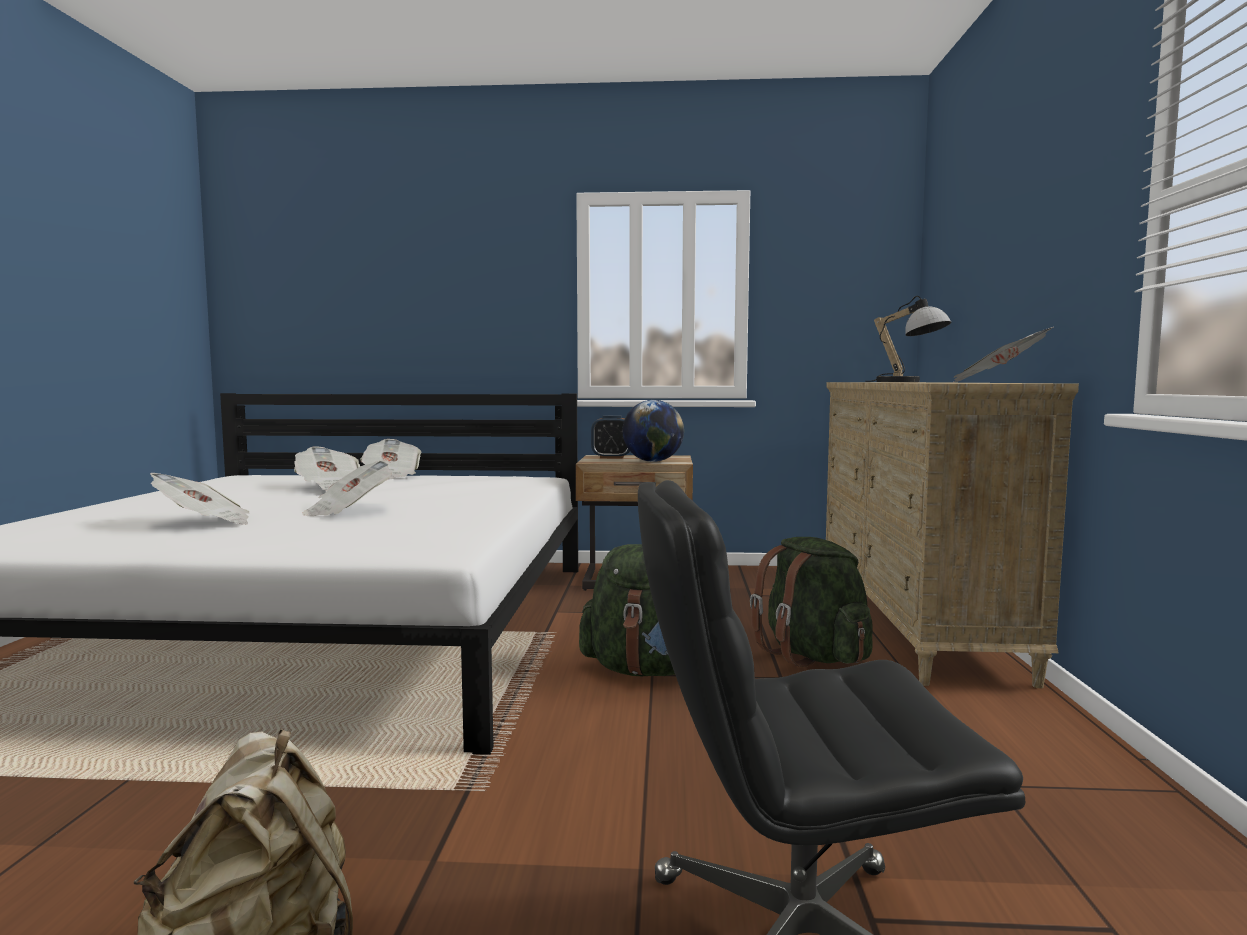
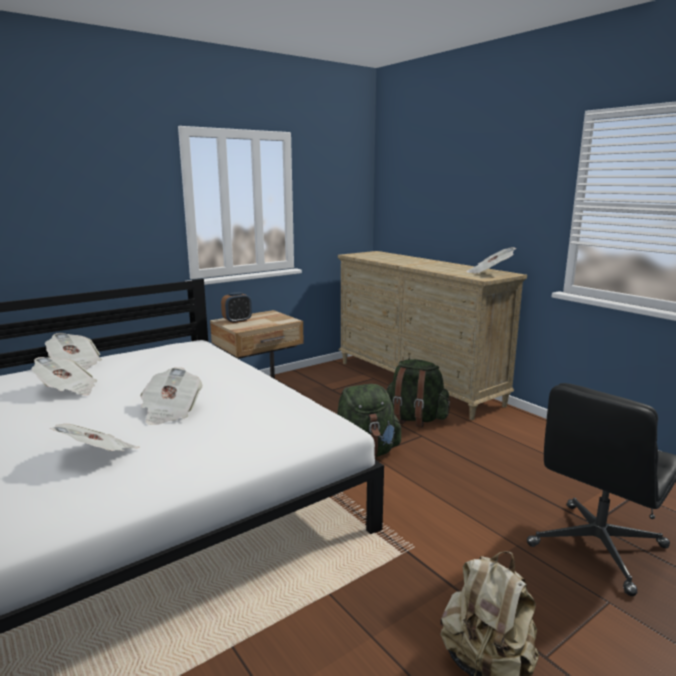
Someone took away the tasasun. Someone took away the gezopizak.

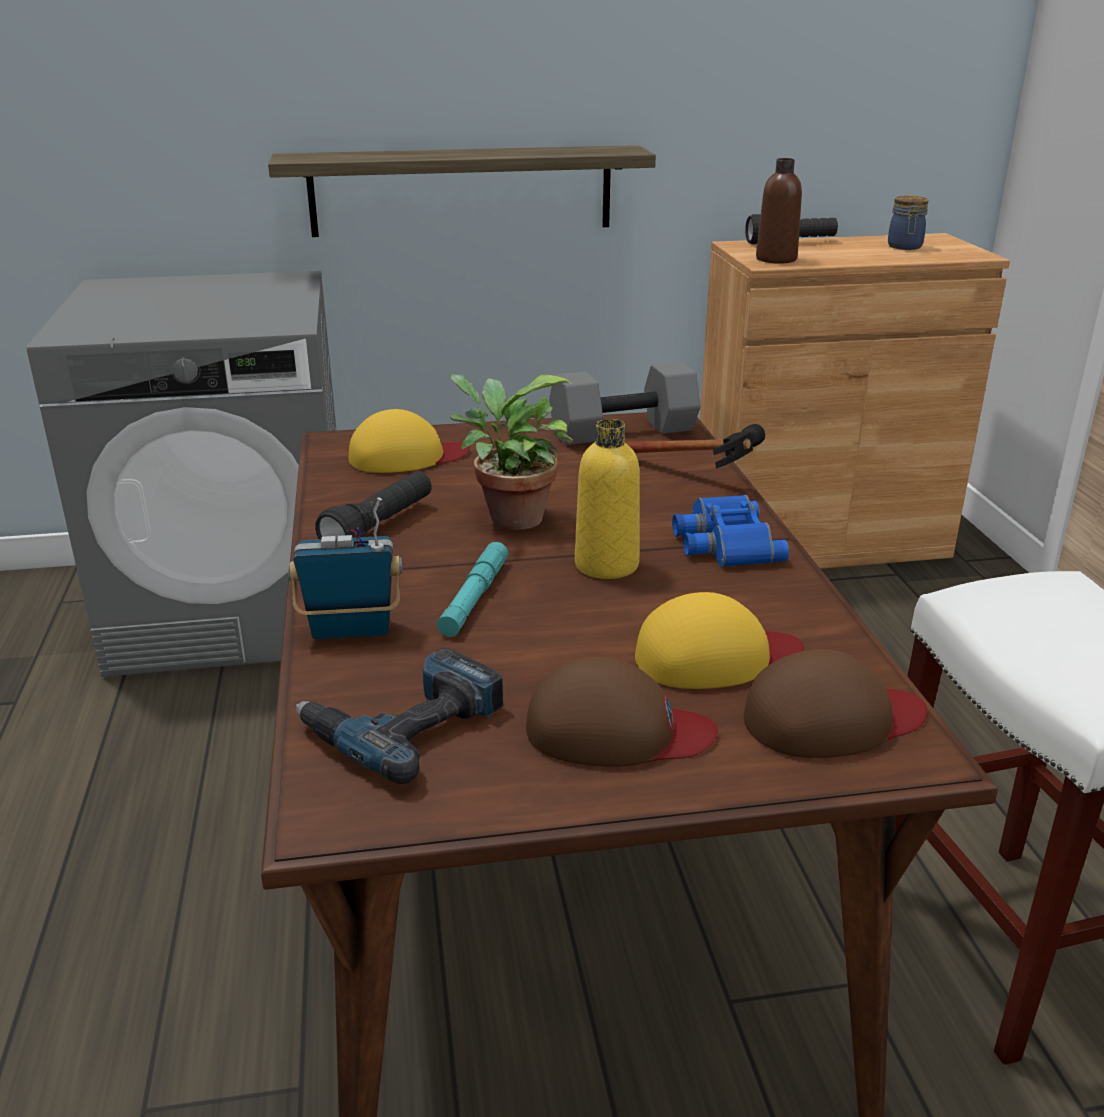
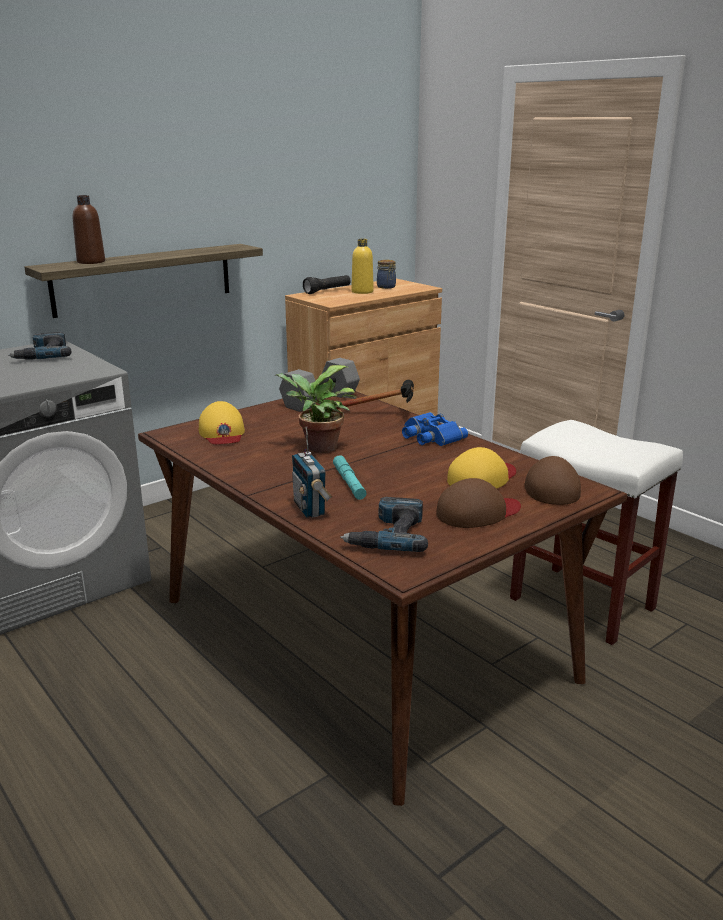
Someone took away the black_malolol (no. 1 from left). Someone put down the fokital (no. 1 from left). Someone carried the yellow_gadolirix. Someone carried the brown_gadolirix. Someone rotated the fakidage by 75 degrees counterclockwise. Someone rotated the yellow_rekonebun (no. 1 from left) by 120 degrees clockwise. Someone rotated the brown_rekonebun (no. 2 from left) by 45 degrees counterclockwise.

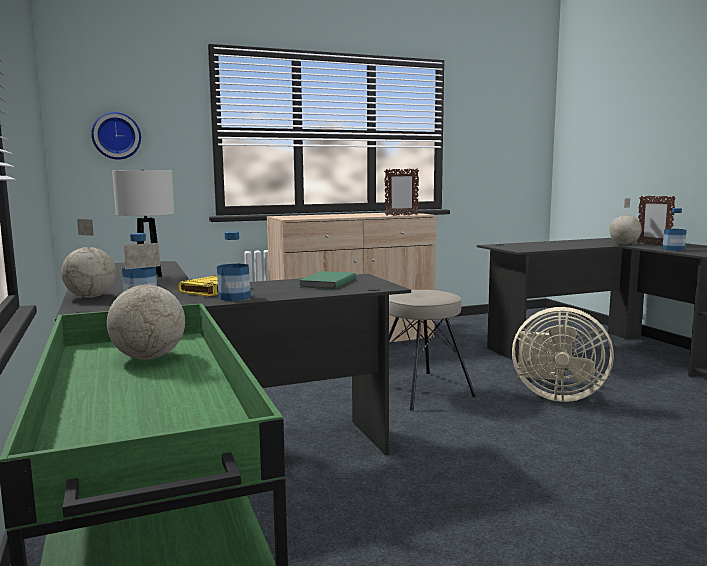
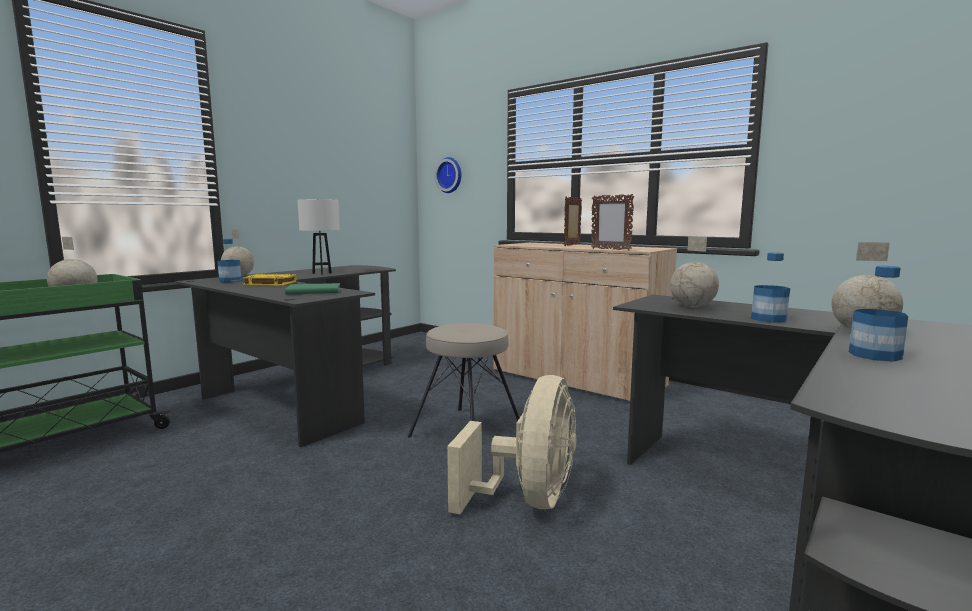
Someone put down the tasasun (no. 3 from left). Someone carried the gadolirix (no. 2 from left). Someone carried the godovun (no. 2 from left in the first image). Someone rotated the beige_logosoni by 150 degrees counterclockwise.

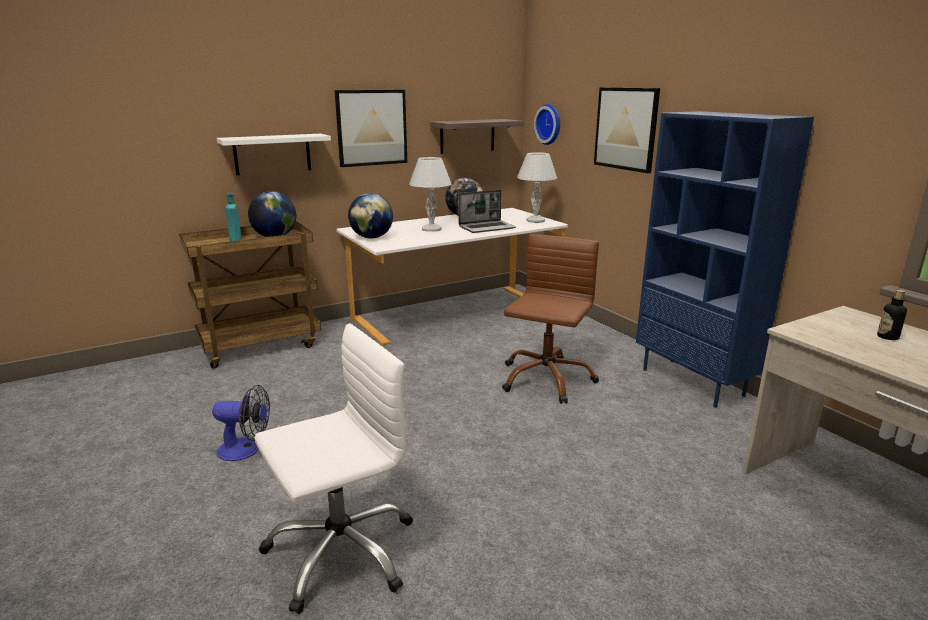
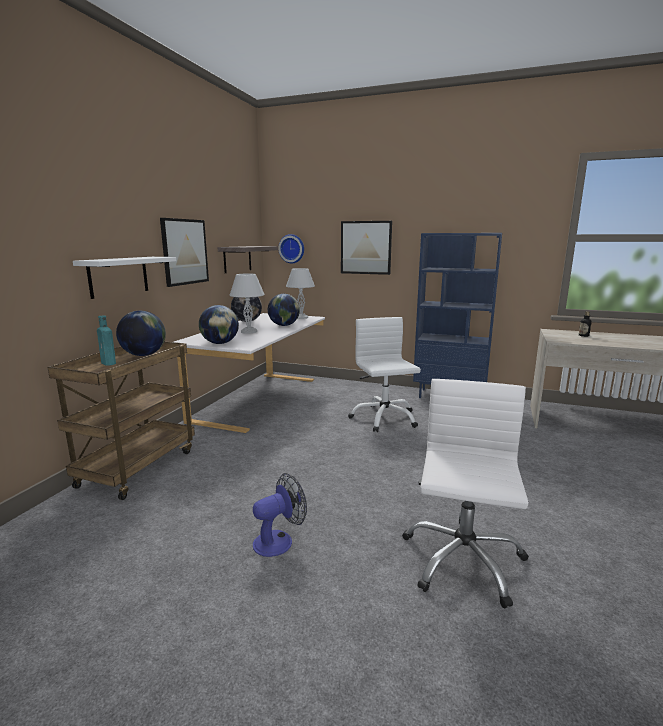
Someone swapped the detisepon for the tasasun (no. 4 from left). Someone repainted the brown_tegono, which became the white_tegono (no. 1 from left).

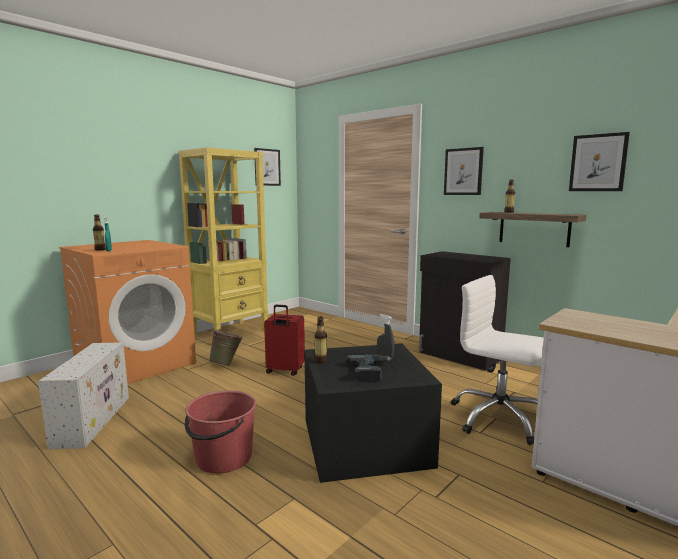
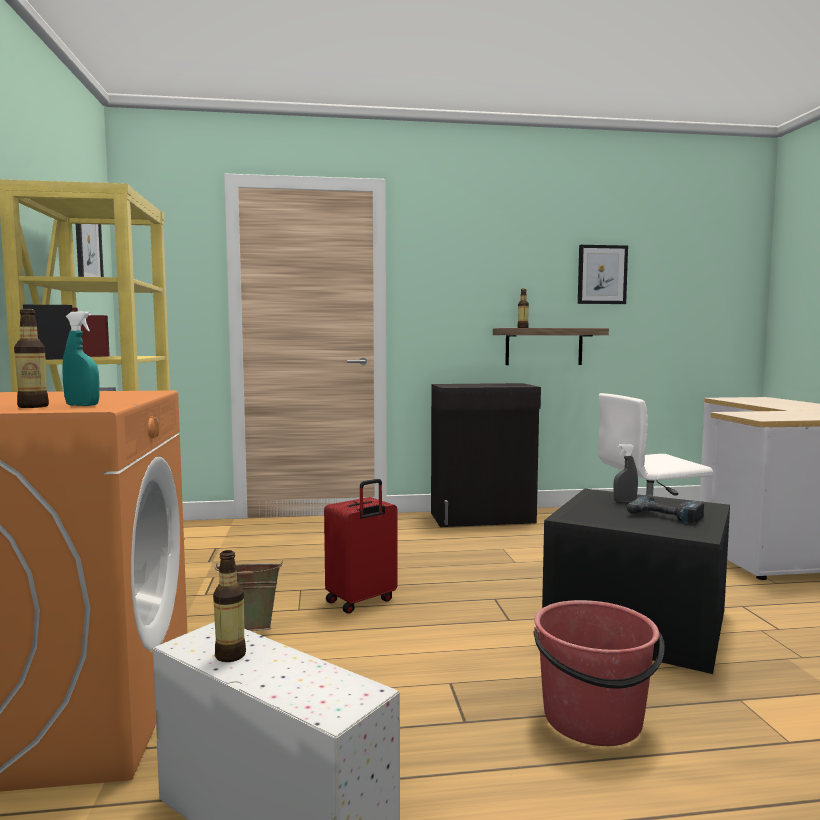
Someone took away the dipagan (no. 2 from left). Someone carried the gadolirix (no. 2 from left).

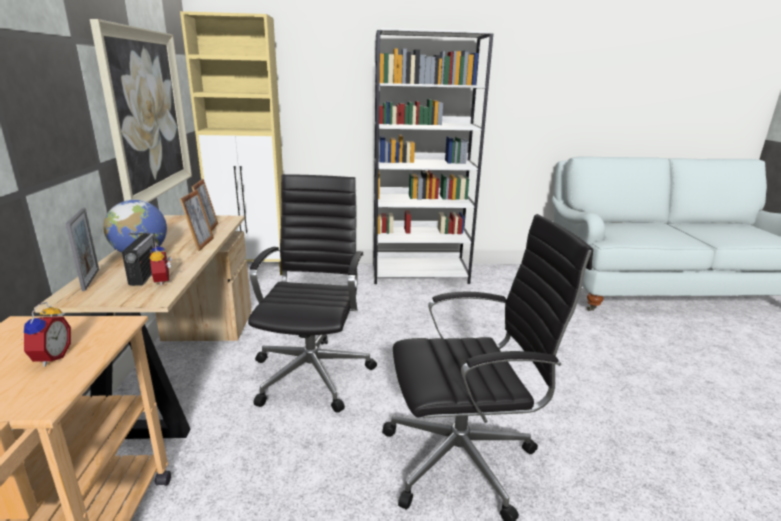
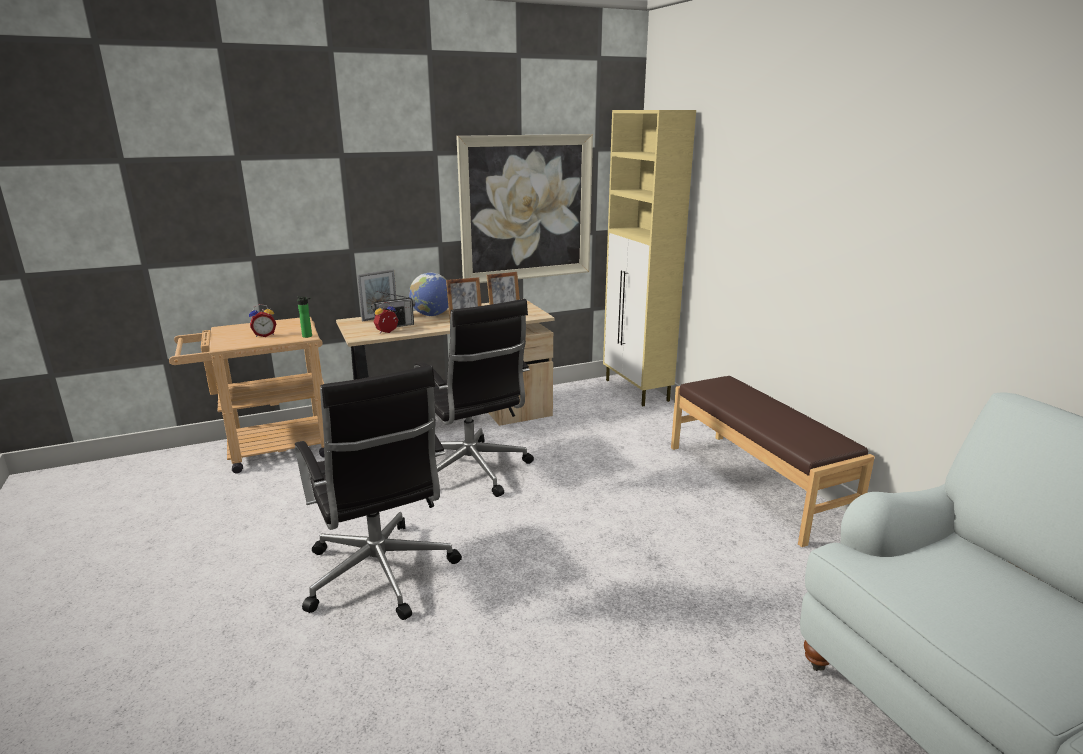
Someone put down the gadolirix. Someone swapped the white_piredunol for the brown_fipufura. Someone rotated the black_tegono (no. 1 from left in the first image) by 75 degrees clockwise.

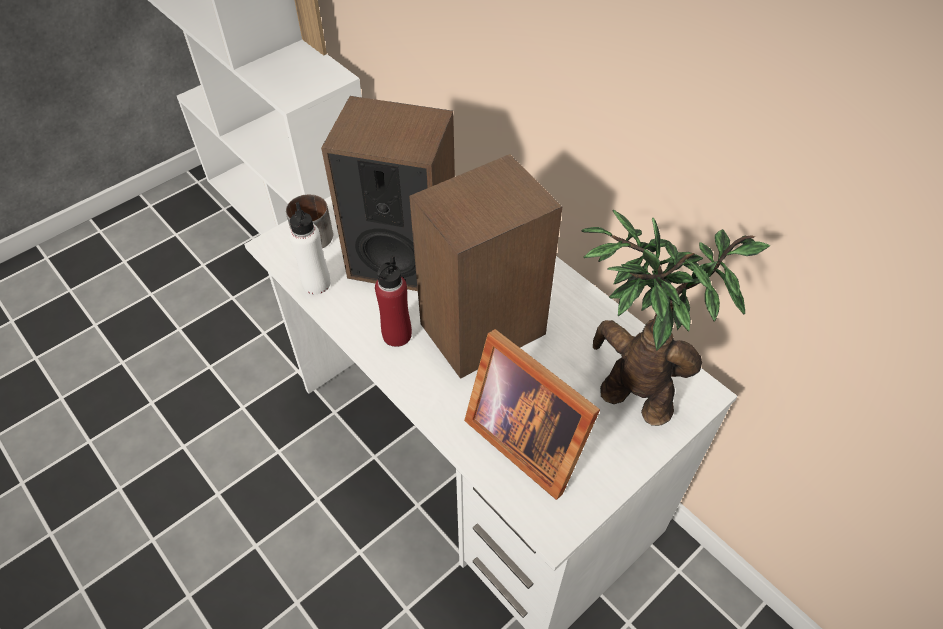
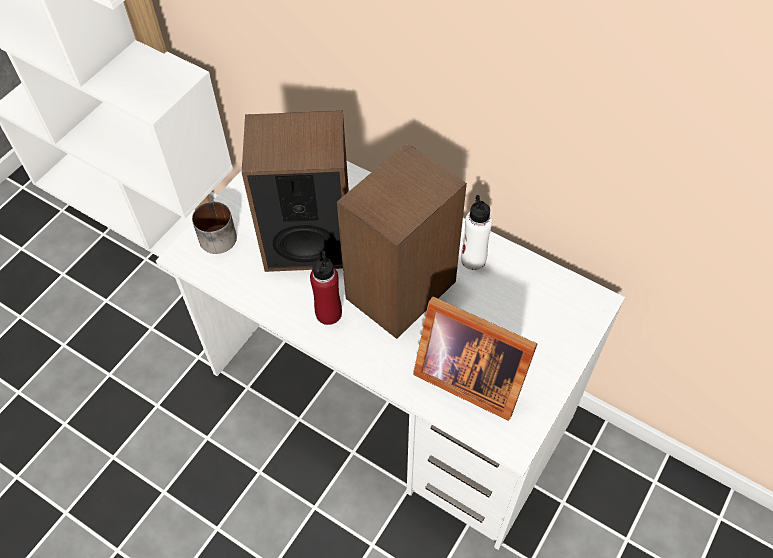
Someone took away the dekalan. Someone carried the white_gadolirix.

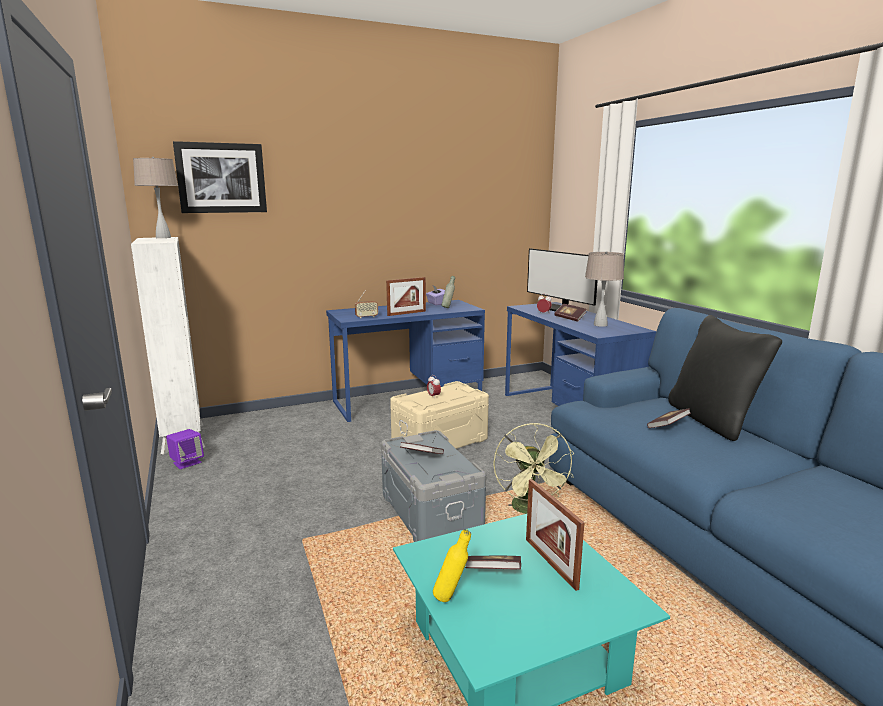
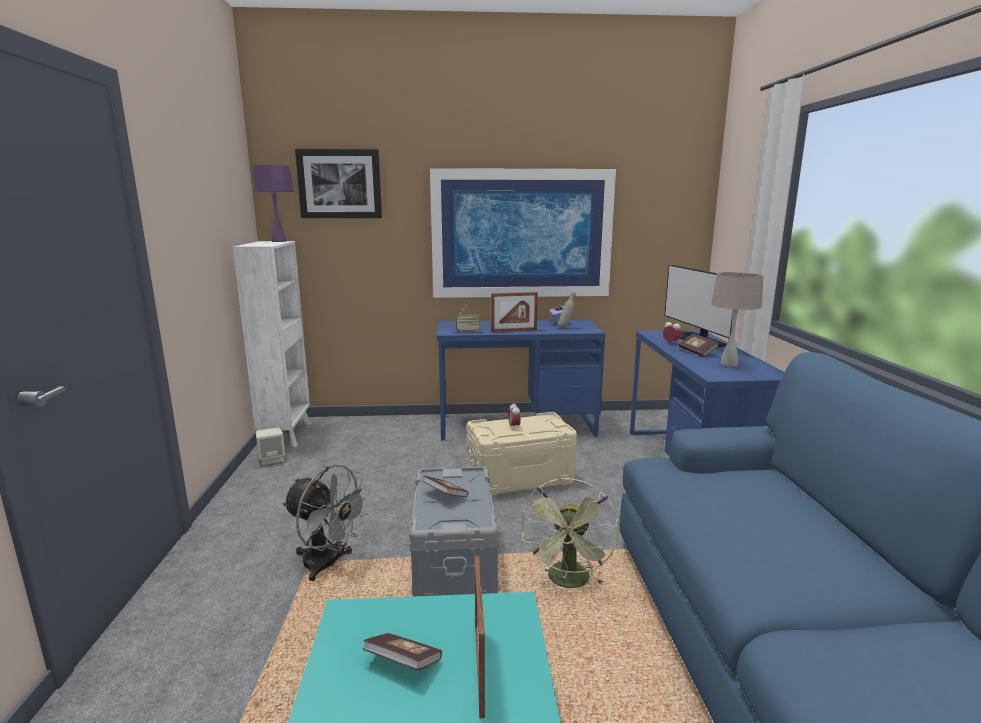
Someone took away the yellow_gadolirix. Someone took away the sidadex (no. 4 from left). Someone took away the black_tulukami. Someone put down the grey_logosoni. Someone put up the dipagan (no. 2 from left). Someone repainted the beige_gezopizak (no. 1 from left), which became the purple_gezopizak. Someone repainted the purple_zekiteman, which became the beige_zekiteman.

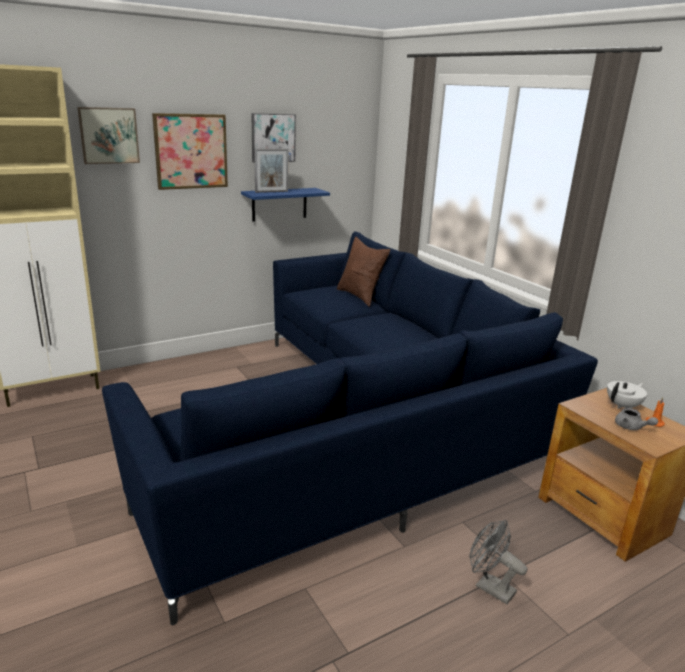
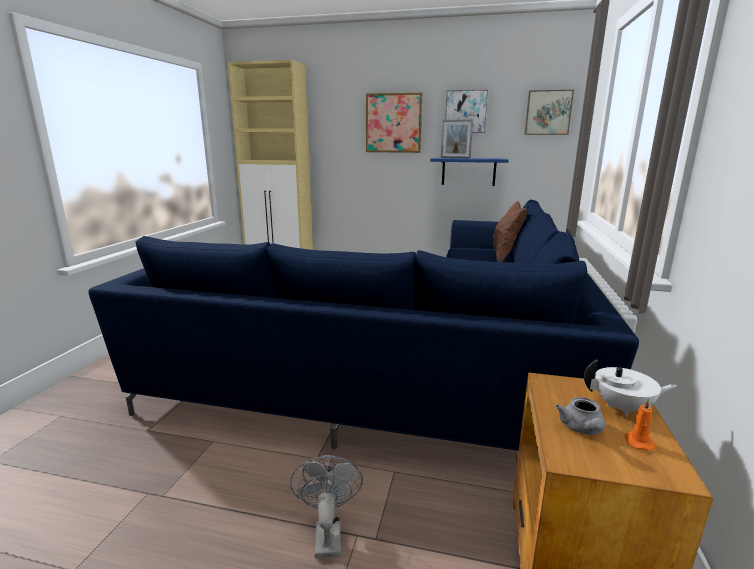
Someone carried the dipagan (no. 1 from left in the first image).

